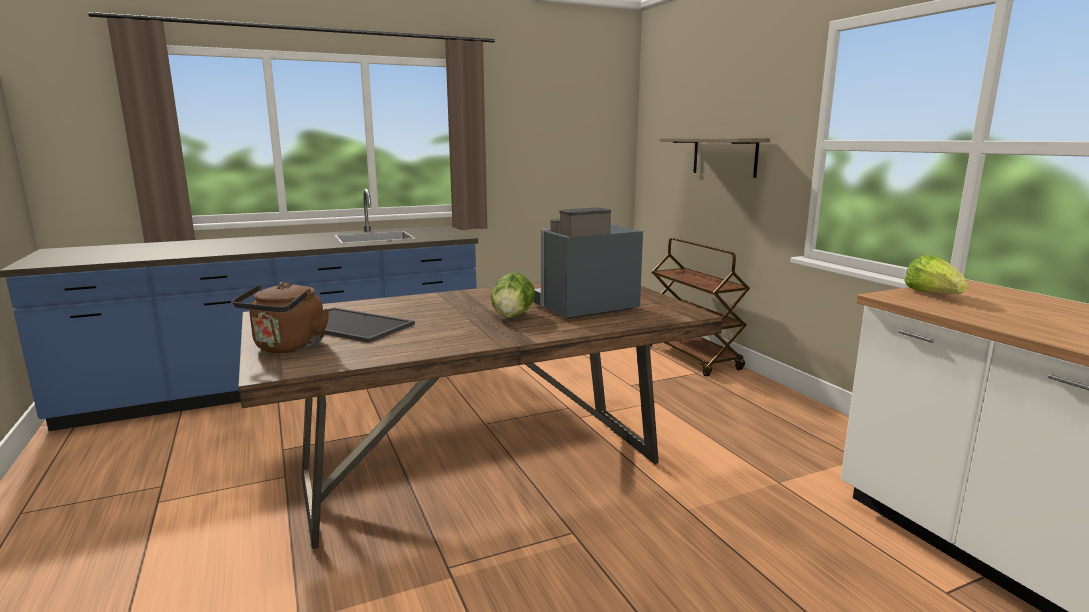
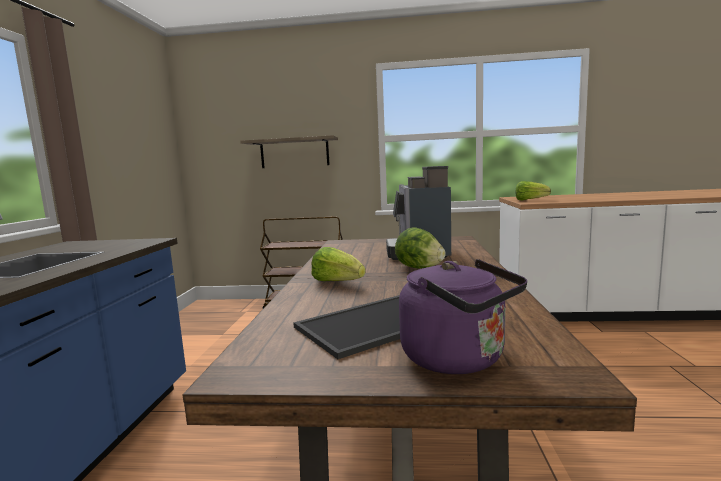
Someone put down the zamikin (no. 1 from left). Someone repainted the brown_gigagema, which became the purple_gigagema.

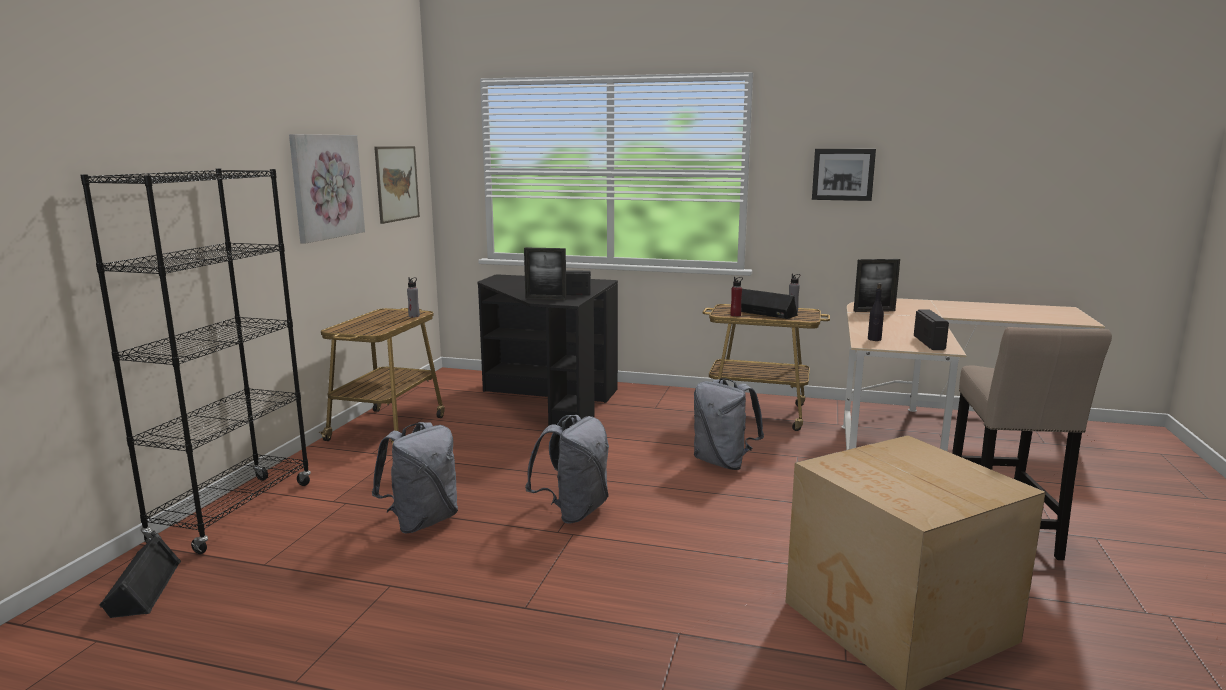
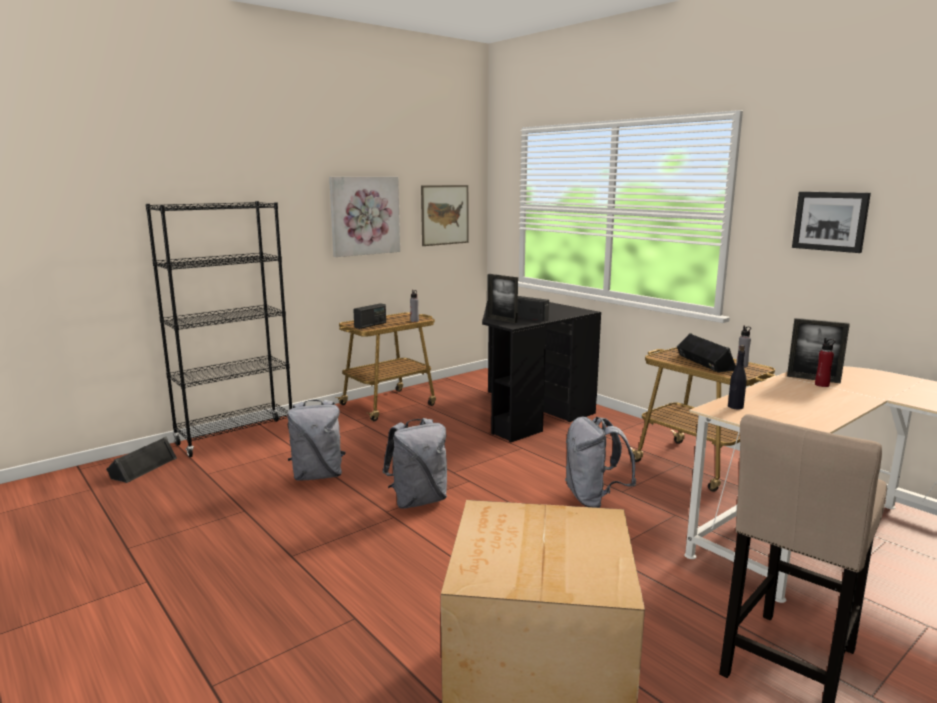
Someone carried the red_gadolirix. Someone carried the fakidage (no. 2 from left in the first image).

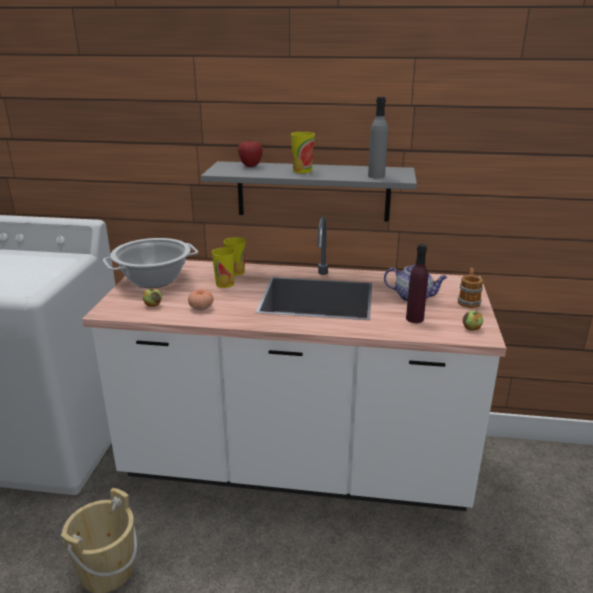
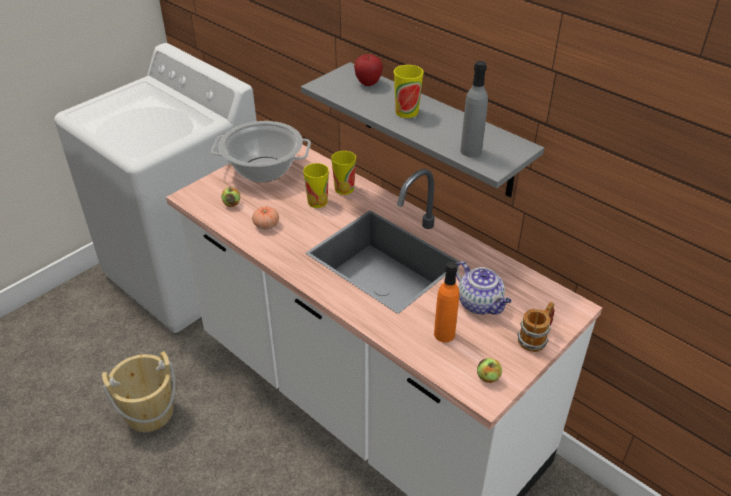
Someone repainted the purple_gadolirix, which became the orange_gadolirix.

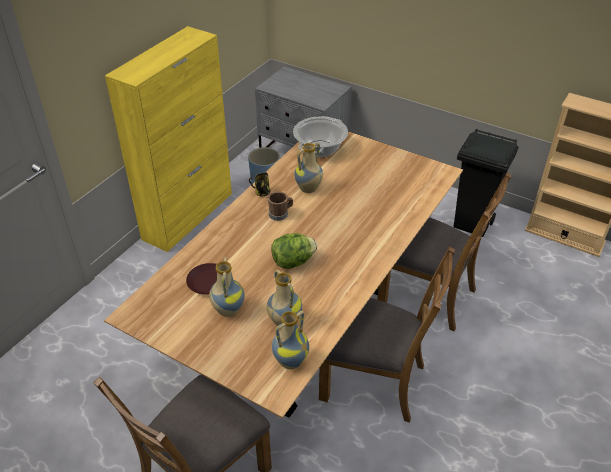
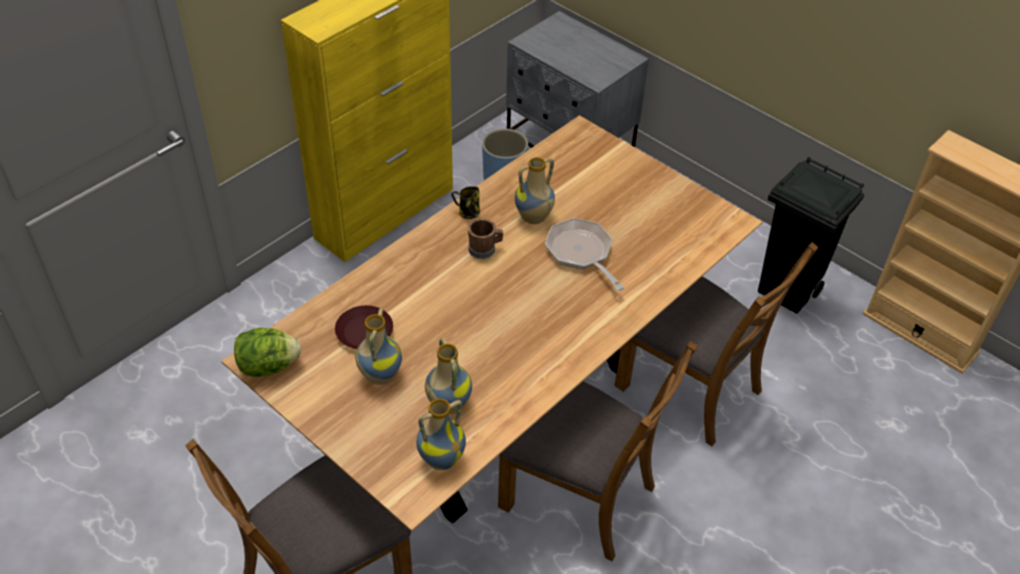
Someone took away the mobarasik. Someone put down the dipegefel. Someone carried the zamikin.

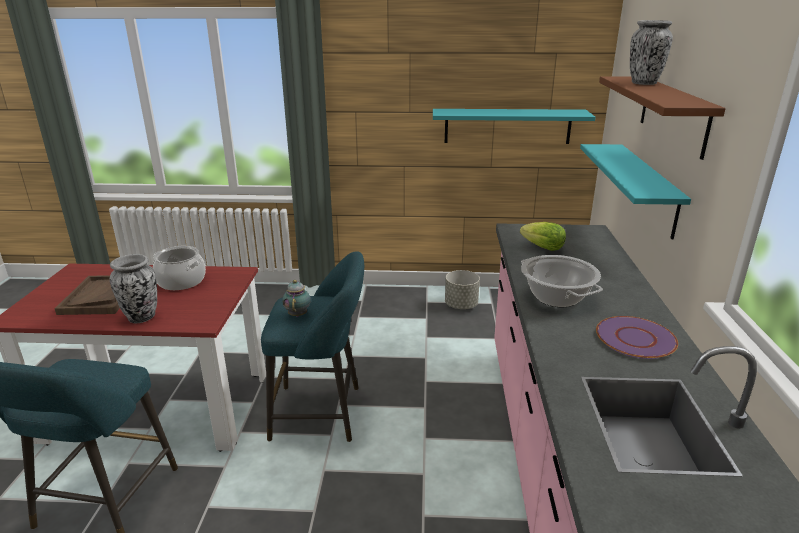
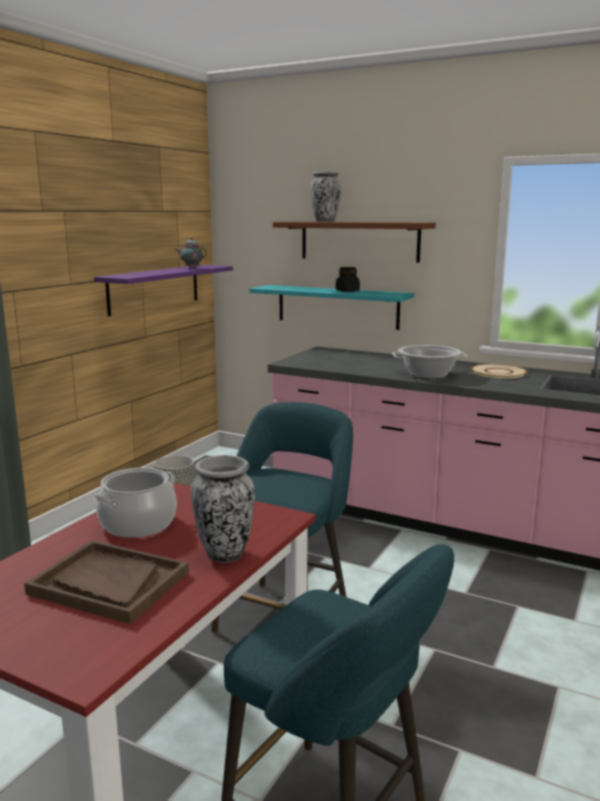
Someone took away the zamikin. Someone put down the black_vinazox. Someone carried the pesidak. Someone repainted the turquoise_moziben (no. 1 from left), which became the purple_moziben. Someone repainted the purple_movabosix, which became the beige_movabosix.

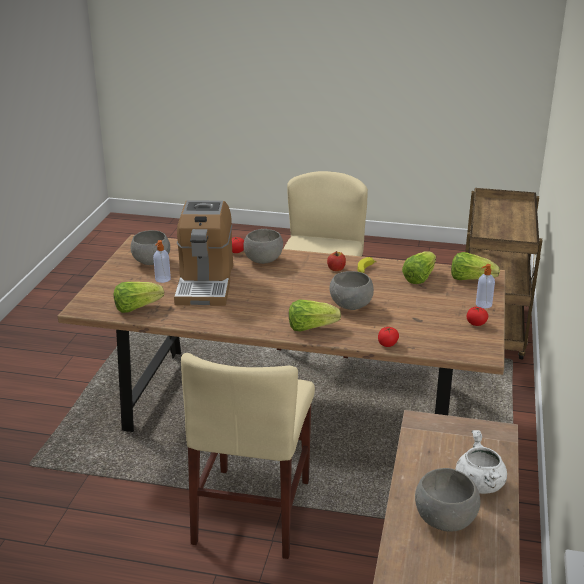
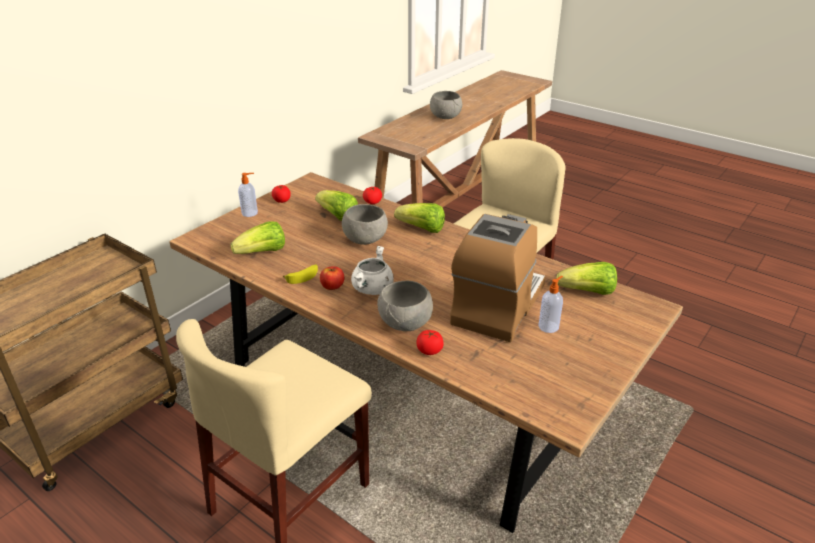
Someone took away the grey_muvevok (no. 1 from left). Someone carried the zamikin (no. 4 from left in the first image). Someone carried the white_mobarasik.

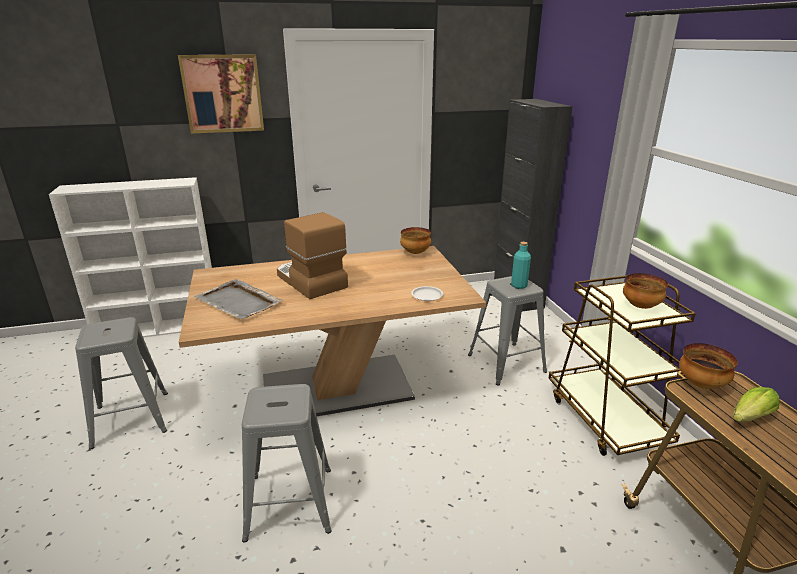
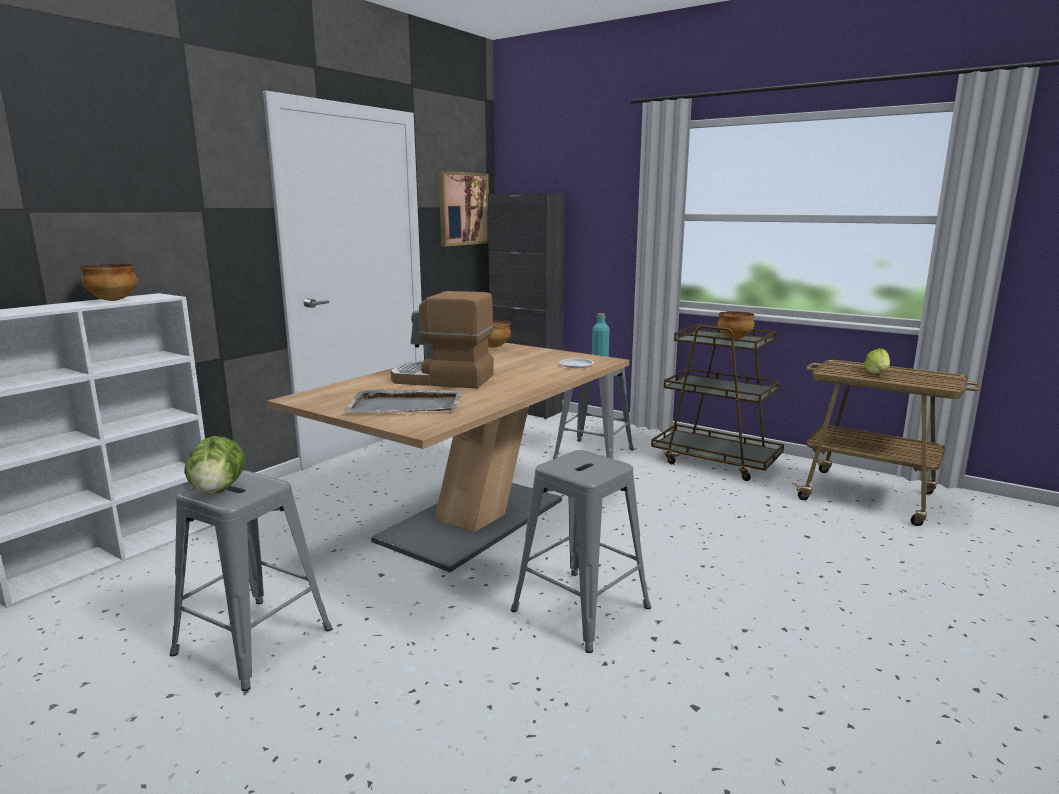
Someone put down the zamikin (no. 1 from left). Someone carried the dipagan. Someone carried the muvevok (no. 3 from left in the first image).

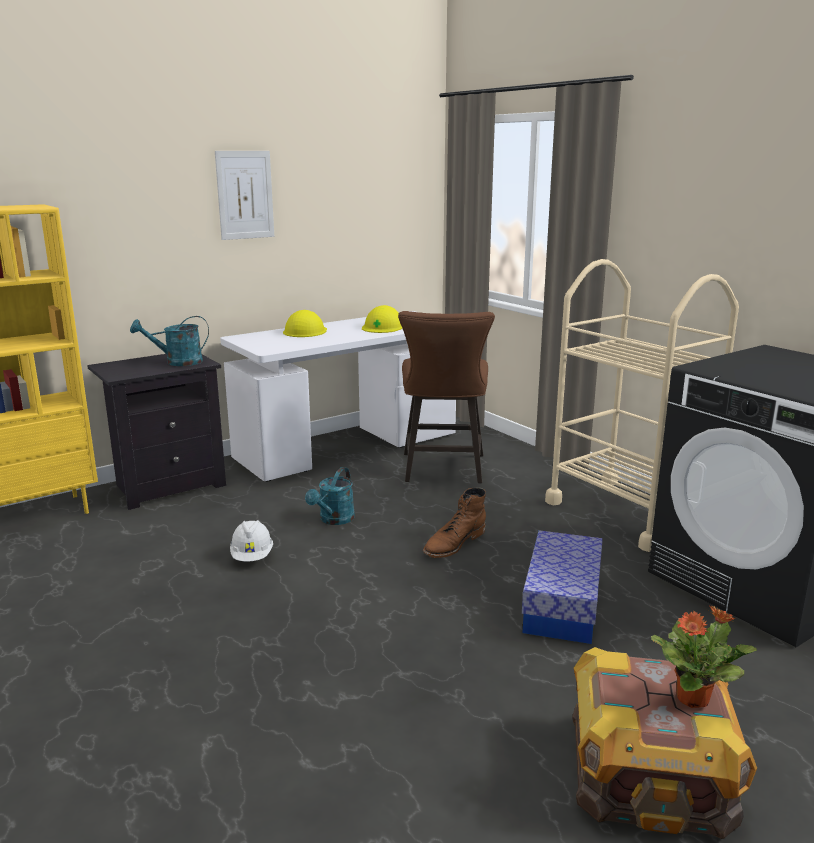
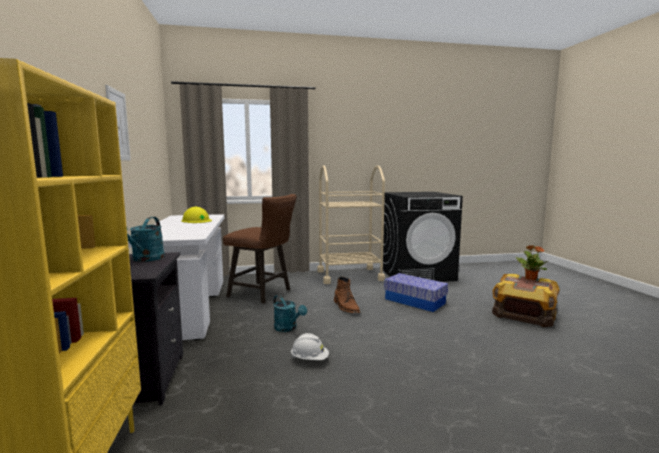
Someone took away the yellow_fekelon (no. 1 from left).

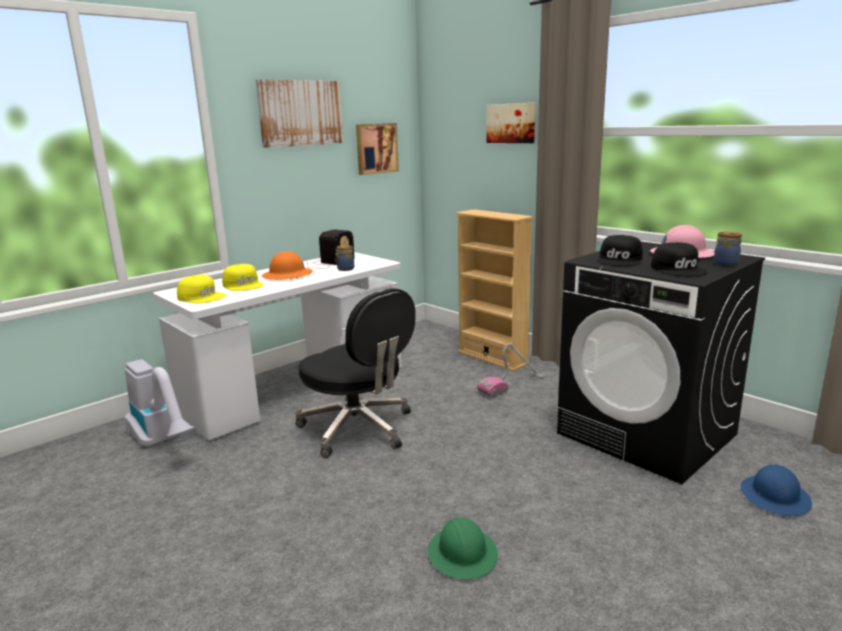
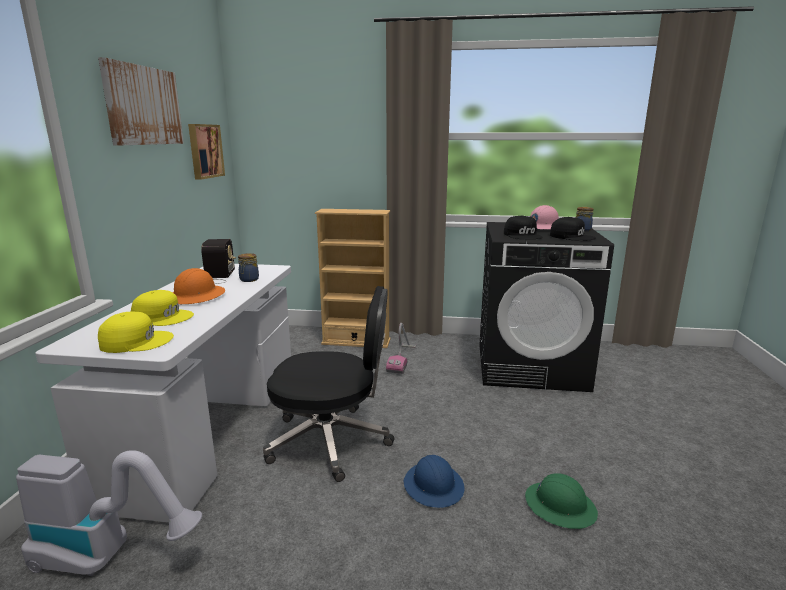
Someone took away the dipagan (no. 3 from left). Someone carried the blue_fekelon.

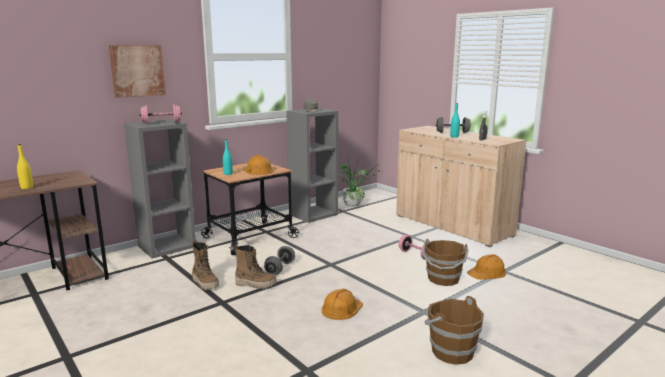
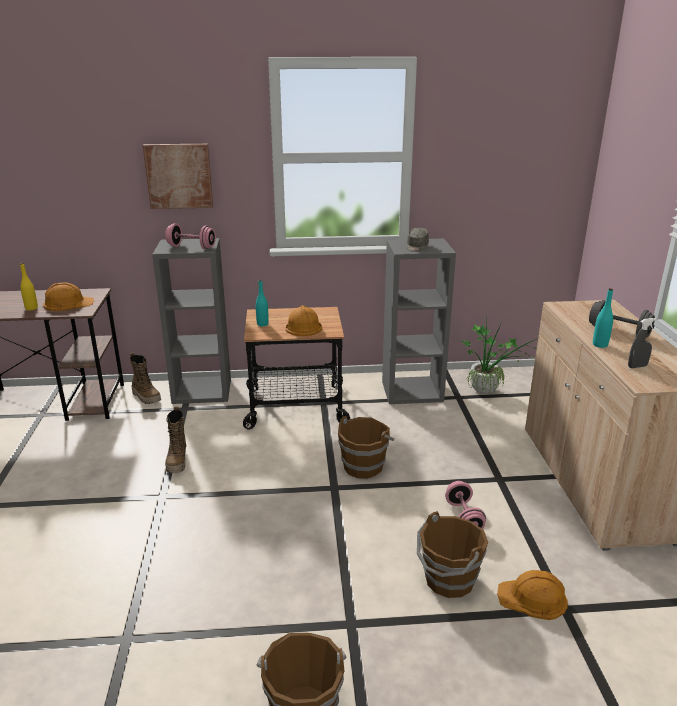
Someone took away the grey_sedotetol (no. 1 from left). Someone put down the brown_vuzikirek (no. 2 from left). Someone carried the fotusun (no. 2 from left in the first image). Someone carried the orange_fekelon (no. 2 from left in the first image).

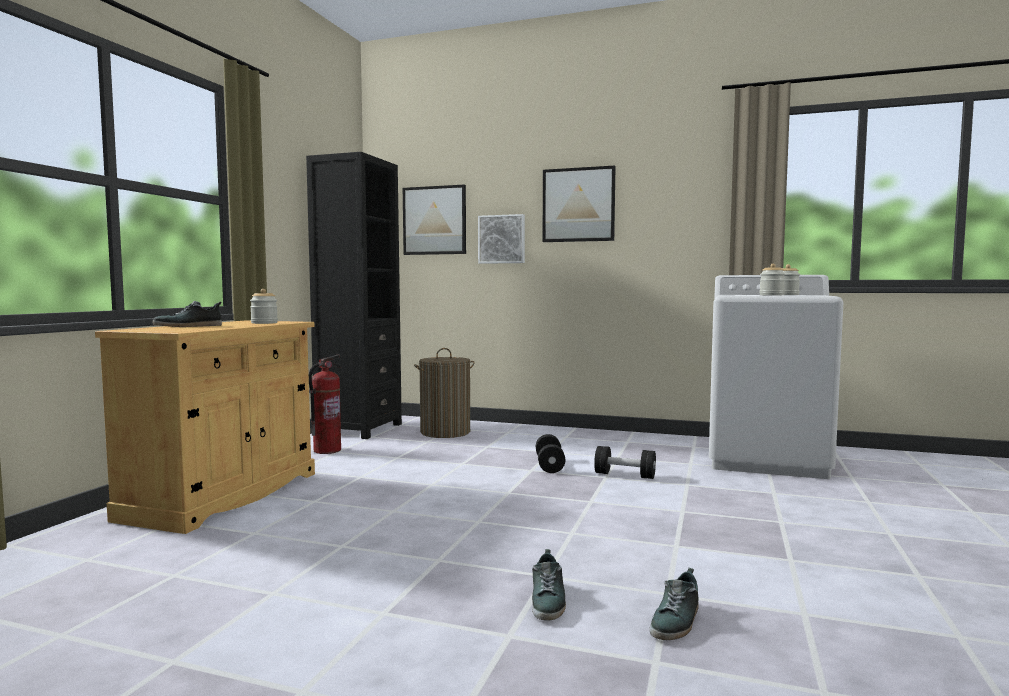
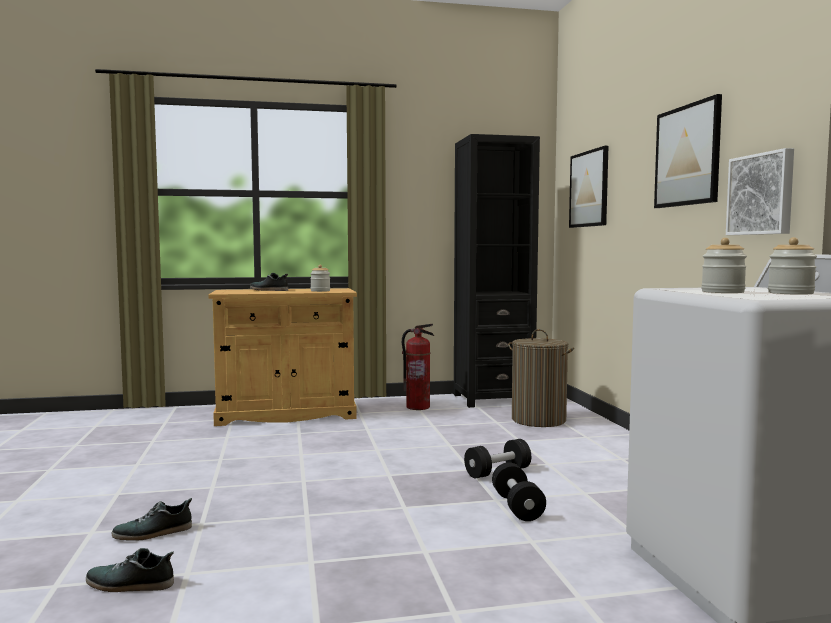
Someone carried the dipagan (no. 2 from left in the first image).

